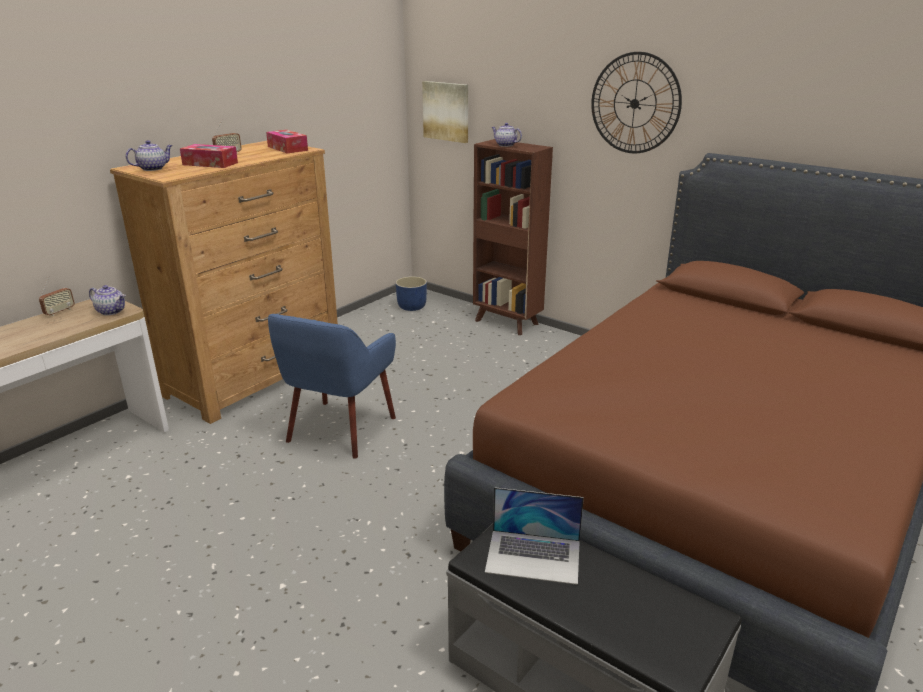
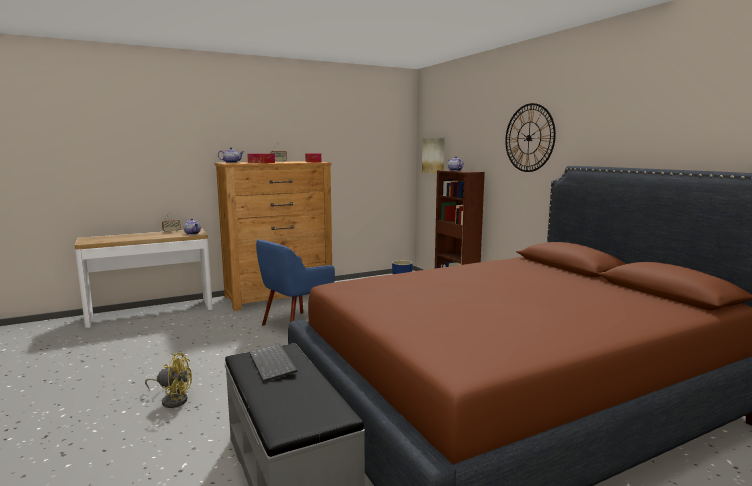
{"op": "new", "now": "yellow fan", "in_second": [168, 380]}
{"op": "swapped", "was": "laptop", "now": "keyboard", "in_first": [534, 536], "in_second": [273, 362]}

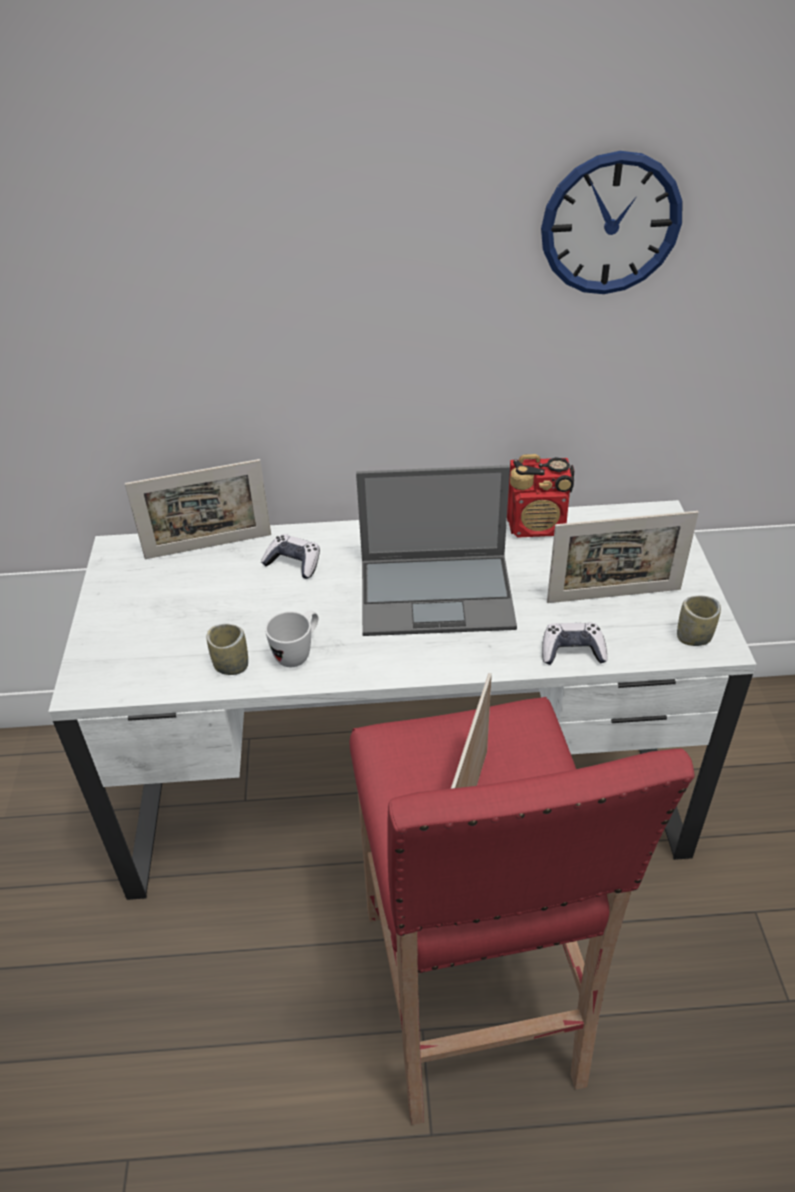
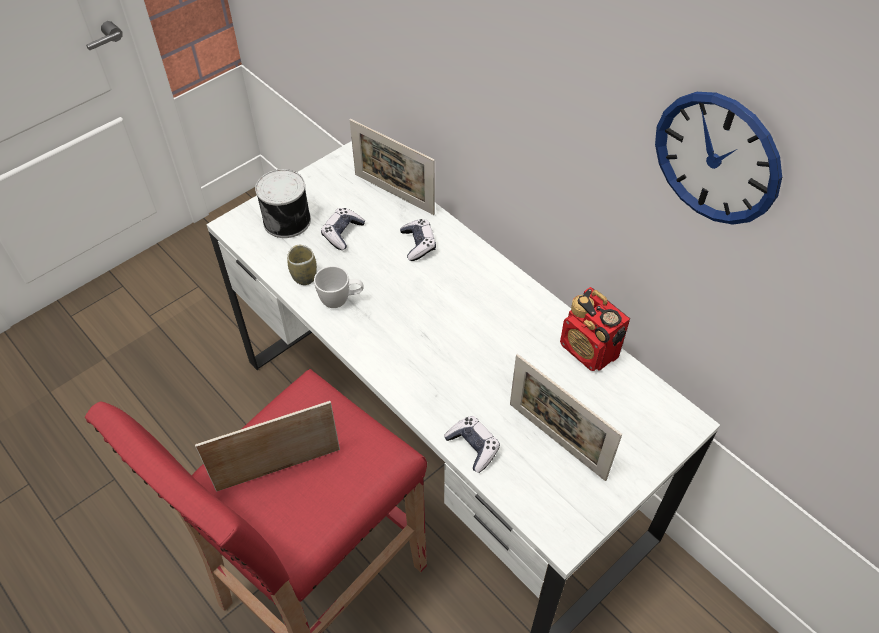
{"op": "gone", "was": "laptop", "in_first": [436, 550]}
{"op": "gone", "was": "cup", "in_first": [699, 621]}
{"op": "new", "now": "can", "in_second": [283, 203]}
{"op": "new", "now": "game controller", "in_second": [343, 229]}

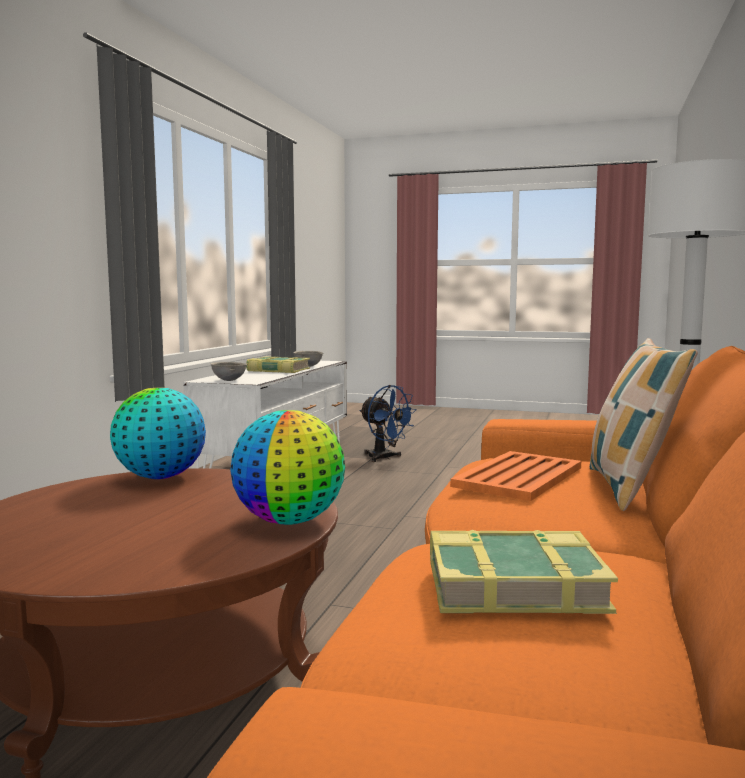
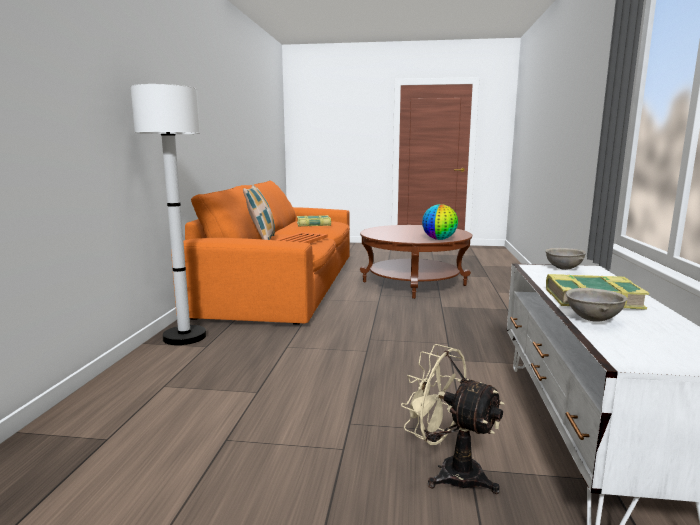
{"op": "gone", "was": "globe", "in_first": [287, 467]}
{"op": "repainted", "was": "blue fan", "now": "beige fan", "in_first": [388, 423], "in_second": [452, 419]}

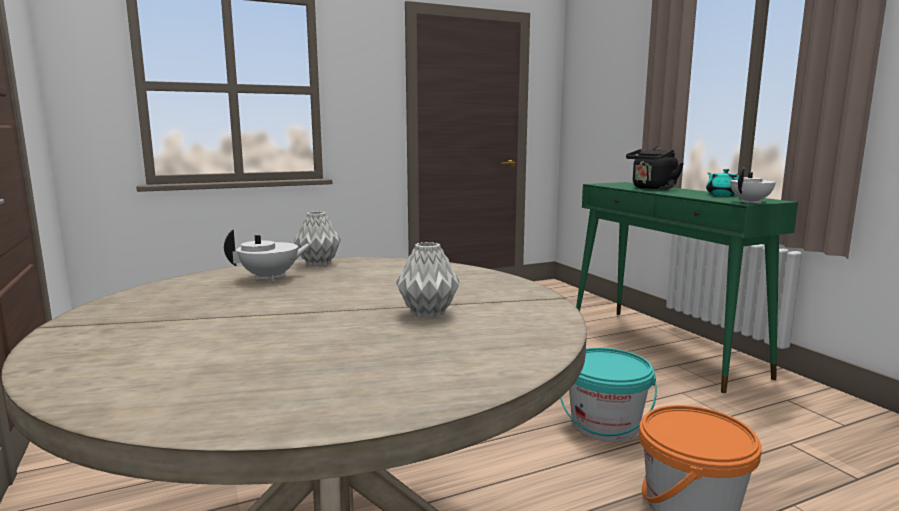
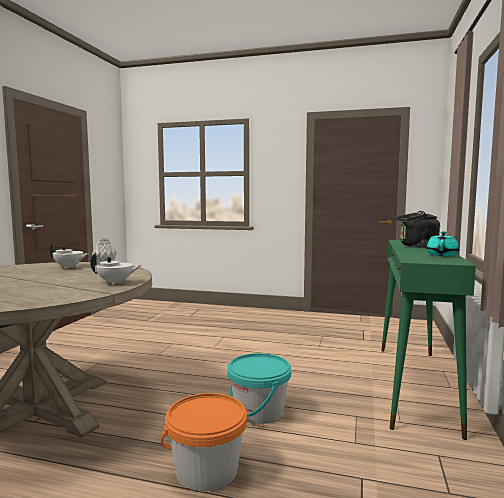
{"op": "gone", "was": "grey vase", "in_first": [427, 280]}
{"op": "shifted", "was": "white teapot", "in_first": [753, 186], "in_second": [116, 269]}

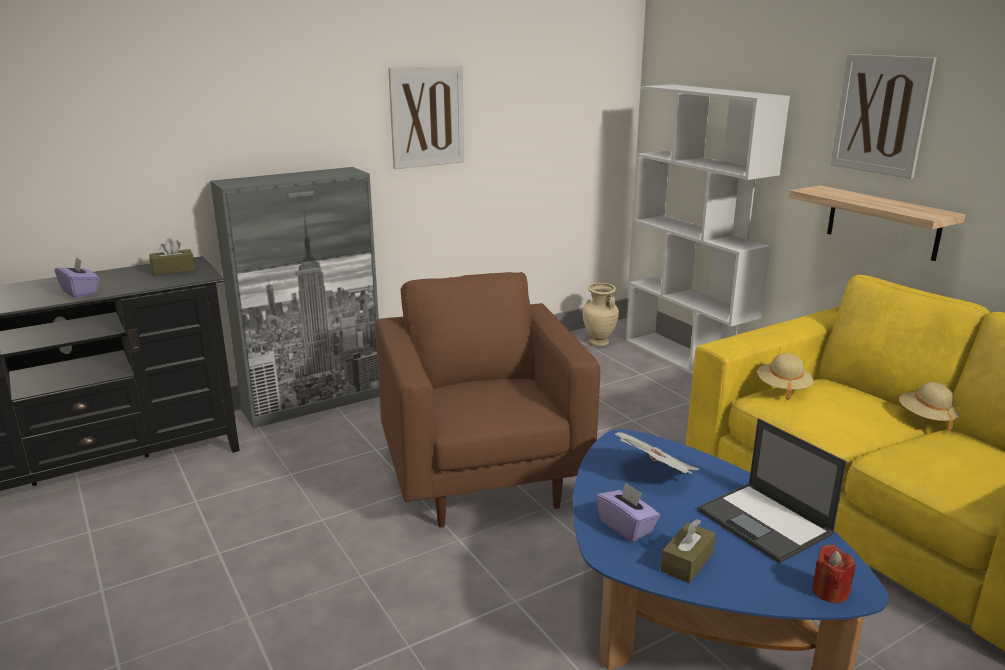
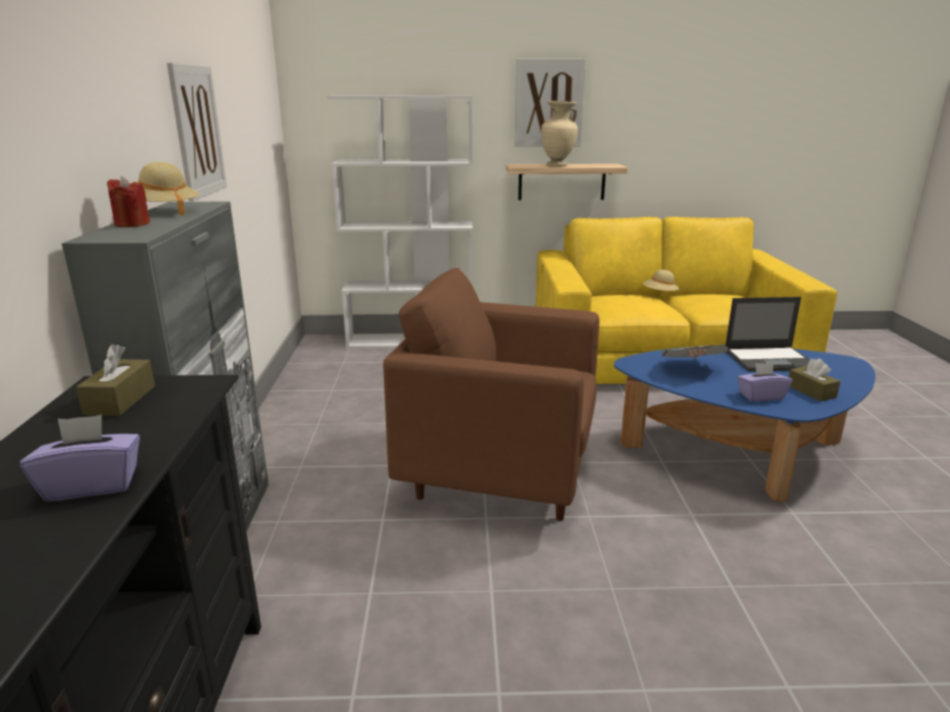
{"op": "shifted", "was": "beige vase", "in_first": [600, 314], "in_second": [559, 133]}
{"op": "shifted", "was": "beige hat", "in_first": [785, 376], "in_second": [169, 189]}
{"op": "shifted", "was": "red candle", "in_first": [833, 573], "in_second": [128, 201]}

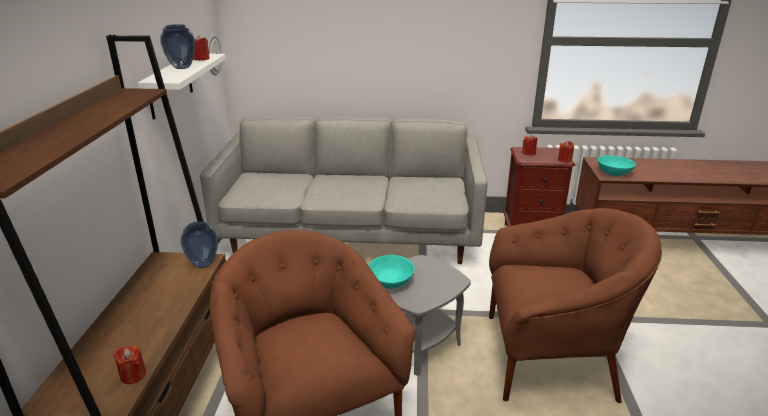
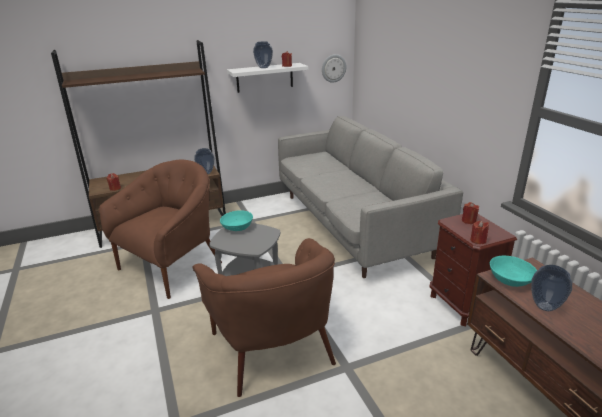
{"op": "new", "now": "vase", "in_second": [551, 288]}

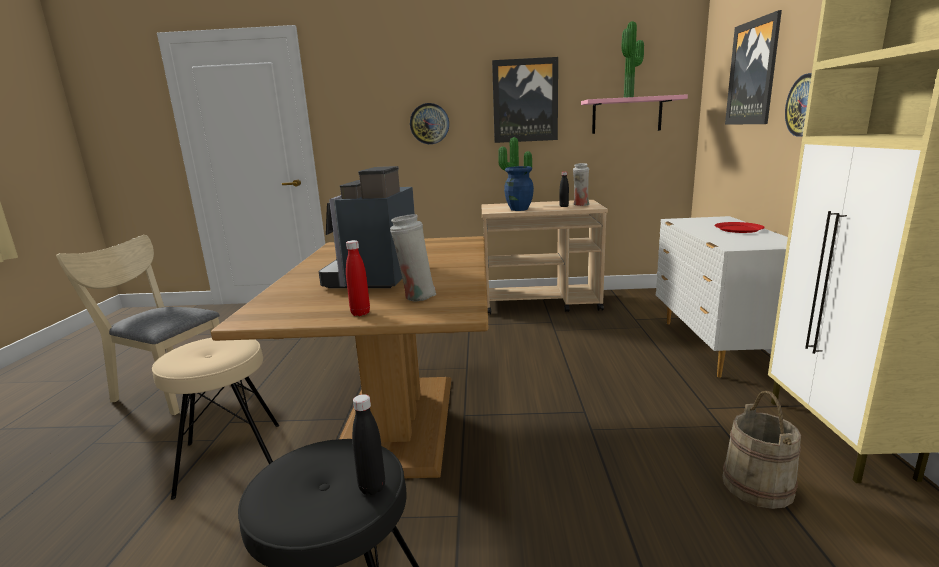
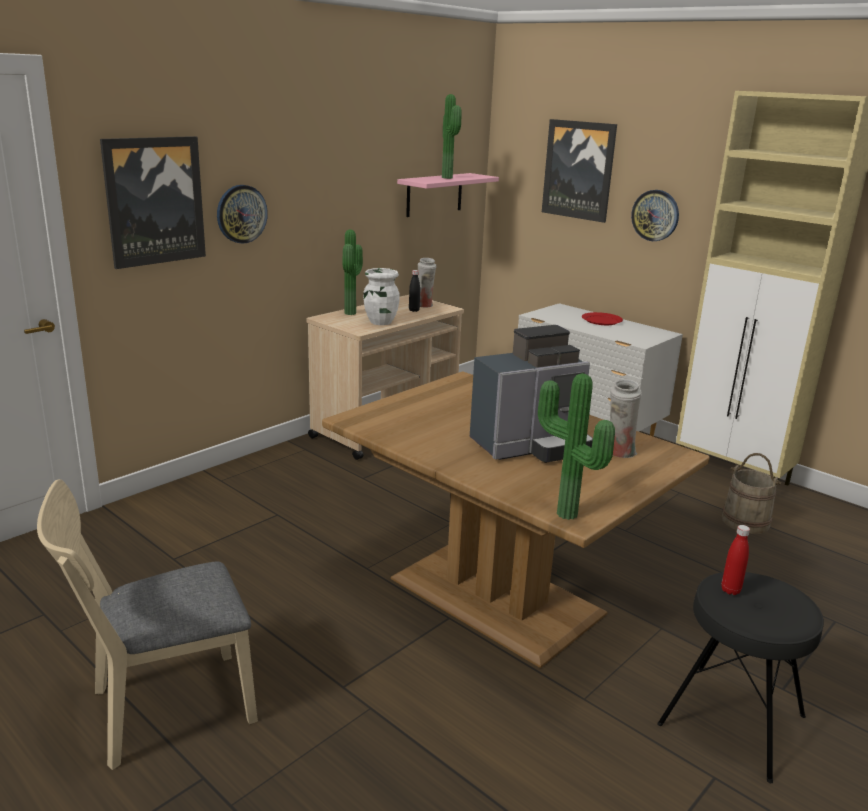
{"op": "gone", "was": "beige stool", "in_first": [215, 419]}
{"op": "gone", "was": "black bottle", "in_first": [368, 444]}
{"op": "new", "now": "potted plant", "in_second": [576, 446]}
{"op": "shifted", "was": "red bottle", "in_first": [358, 278], "in_second": [735, 560]}
{"op": "shifted", "was": "picture", "in_first": [525, 100], "in_second": [153, 202]}
{"op": "repainted", "was": "blue vase", "now": "white vase", "in_first": [519, 188], "in_second": [381, 296]}
{"op": "rotated", "was": "coffee machine", "in_first": [367, 227], "in_second": [531, 394], "clockwise": -75}

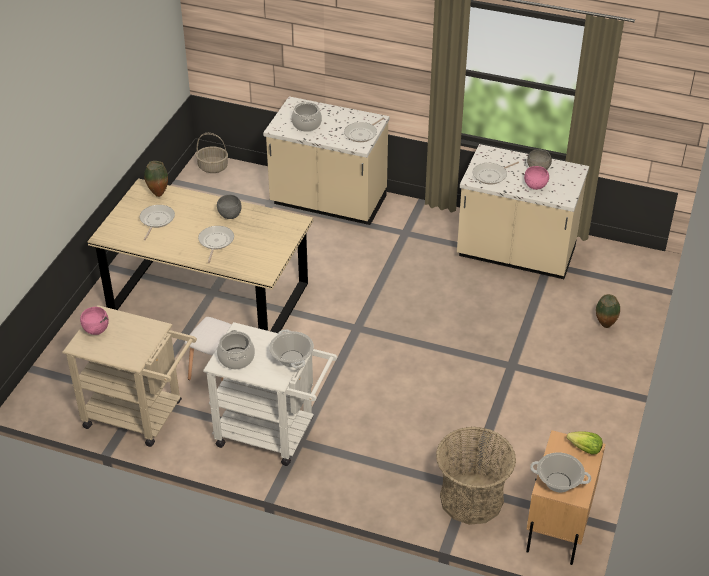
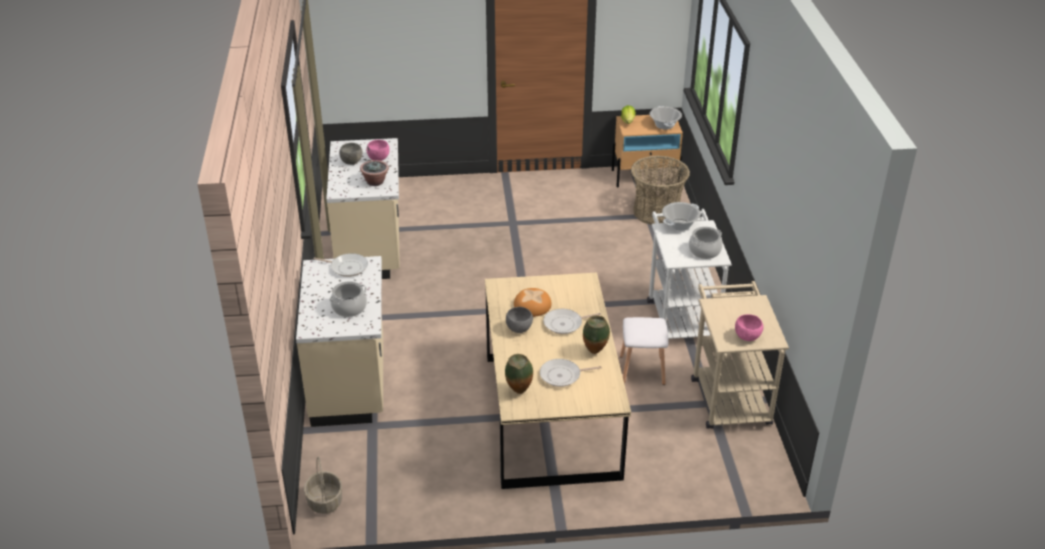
{"op": "new", "now": "bread", "in_second": [533, 302]}
{"op": "shifted", "was": "vase", "in_first": [608, 311], "in_second": [596, 334]}
{"op": "swapped", "was": "frying pan", "now": "potted plant", "in_first": [496, 173], "in_second": [374, 173]}

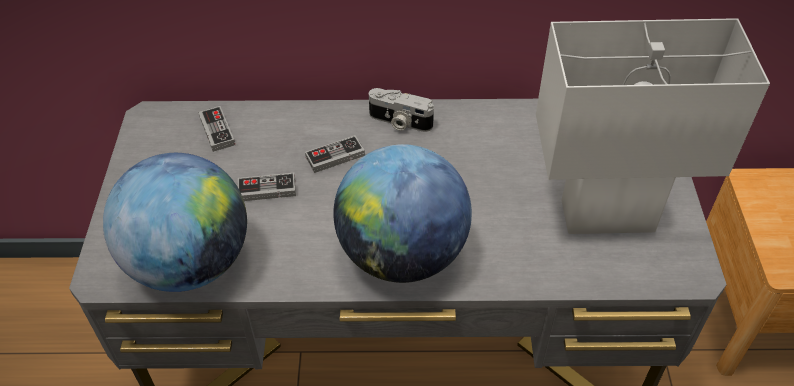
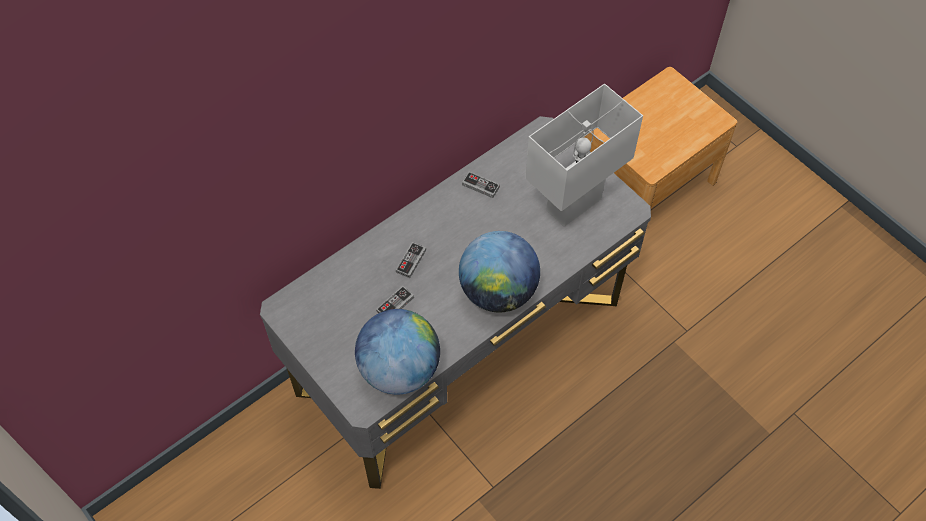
{"op": "gone", "was": "photo camera", "in_first": [401, 110]}
{"op": "shifted", "was": "game controller", "in_first": [216, 129], "in_second": [481, 185]}

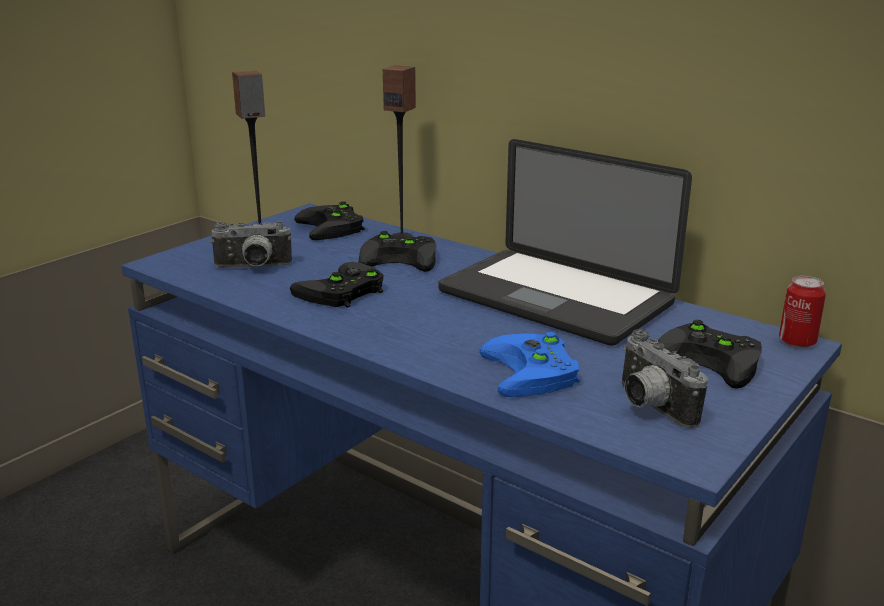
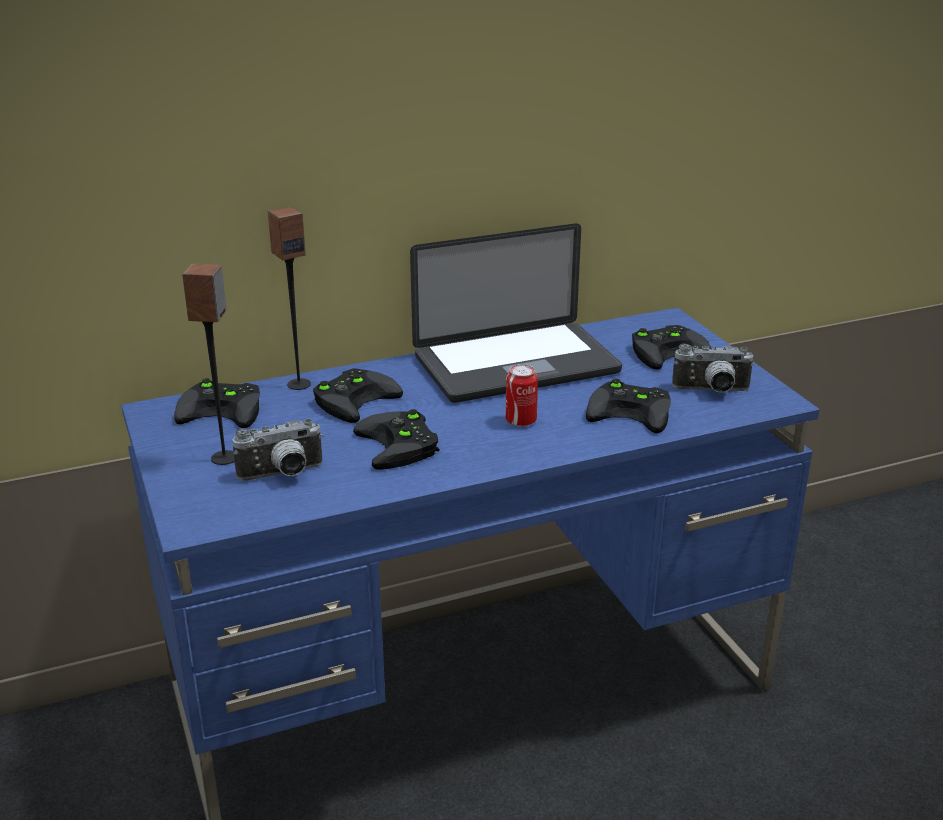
{"op": "shifted", "was": "can", "in_first": [802, 312], "in_second": [521, 395]}
{"op": "repainted", "was": "blue game controller", "now": "black game controller", "in_first": [529, 364], "in_second": [628, 405]}
{"op": "rotated", "was": "photo camera", "in_first": [251, 245], "in_second": [277, 450], "clockwise": 45}

